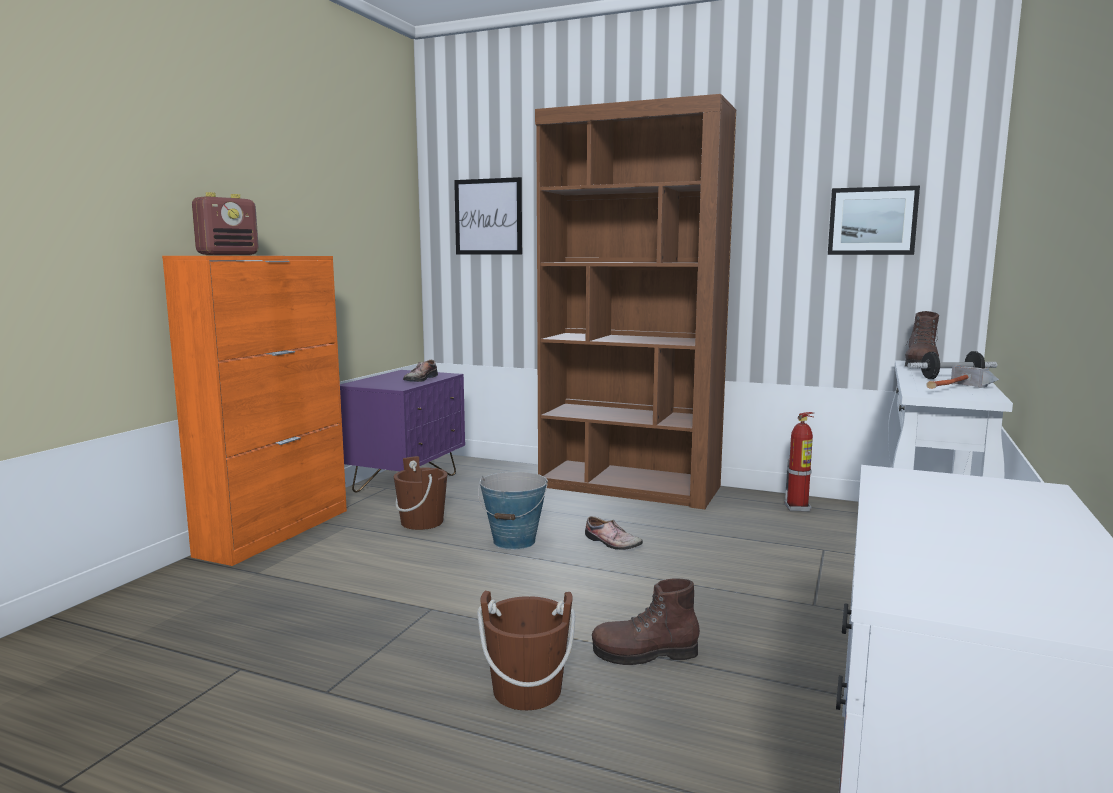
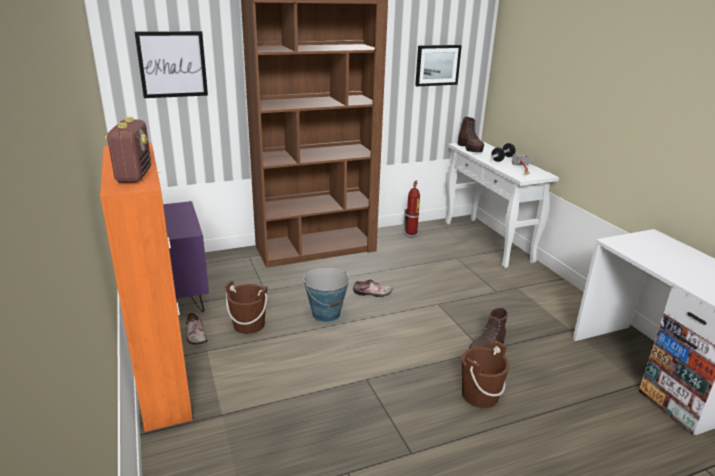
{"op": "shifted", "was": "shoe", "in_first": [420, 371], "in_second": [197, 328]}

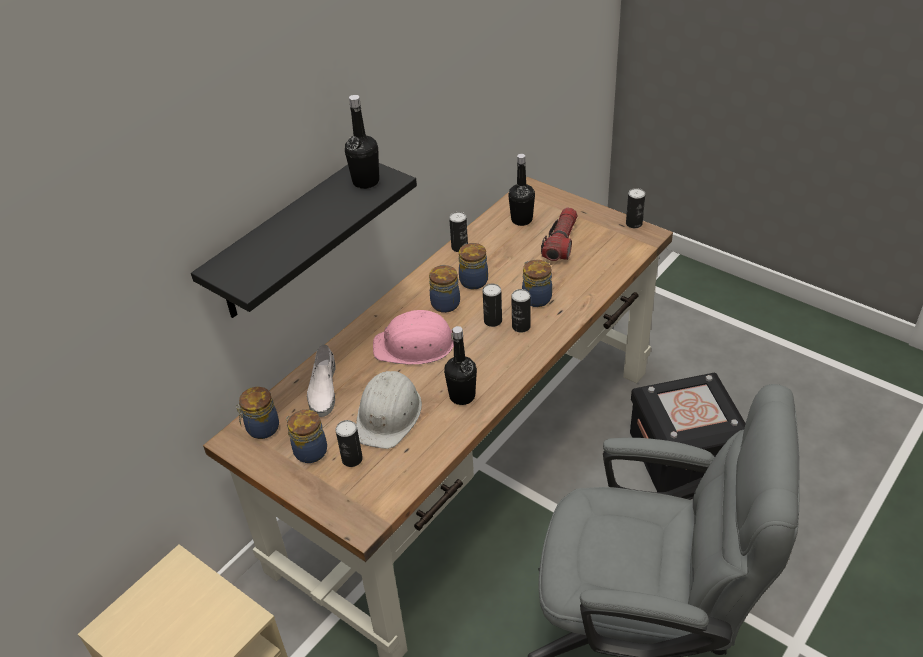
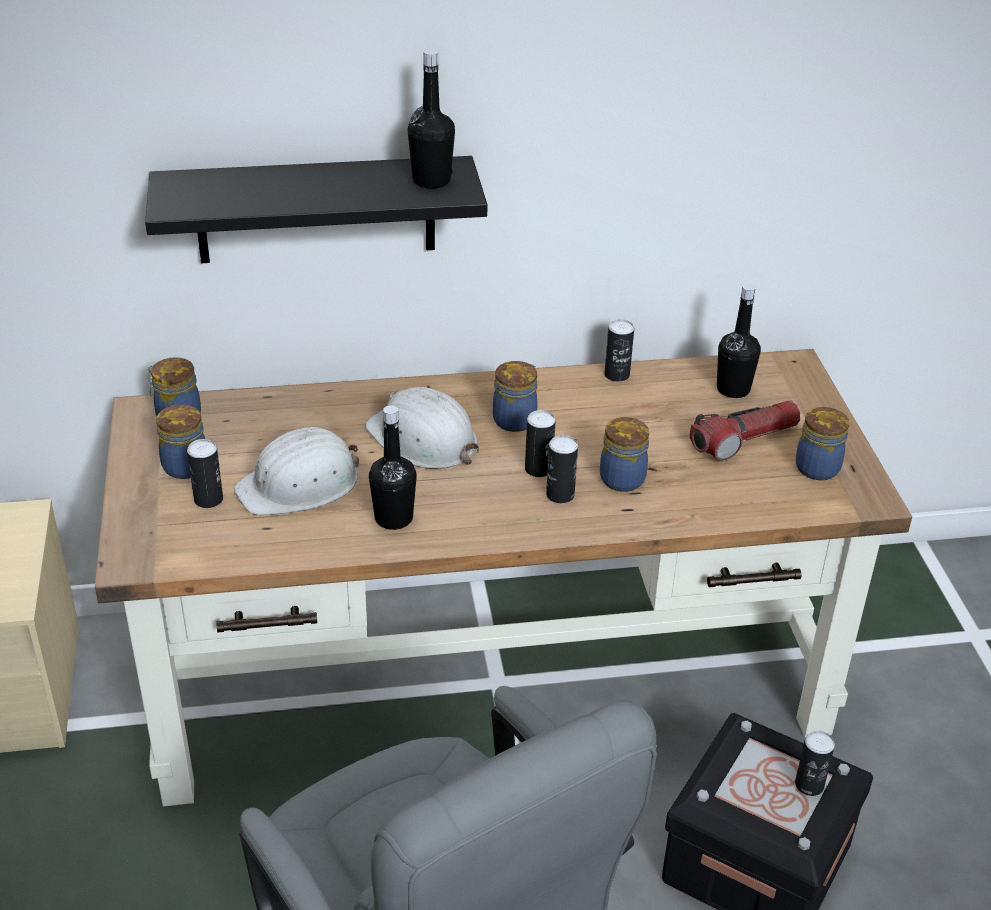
{"op": "gone", "was": "white shoe", "in_first": [321, 381]}
{"op": "shifted", "was": "jar", "in_first": [473, 266], "in_second": [822, 443]}
{"op": "shifted", "was": "can", "in_first": [635, 208], "in_second": [815, 763]}
{"op": "repainted", "was": "pink hard hat", "now": "white hard hat", "in_first": [413, 337], "in_second": [422, 428]}

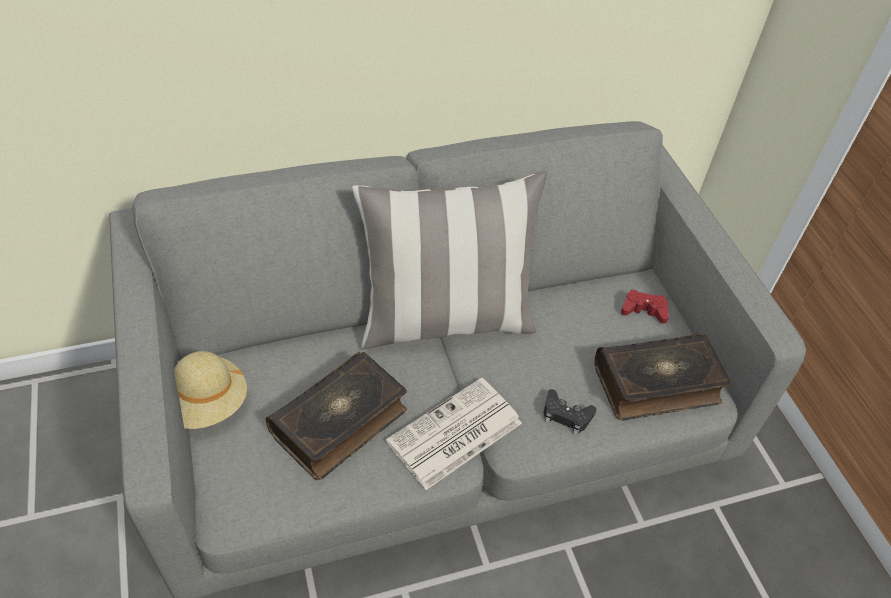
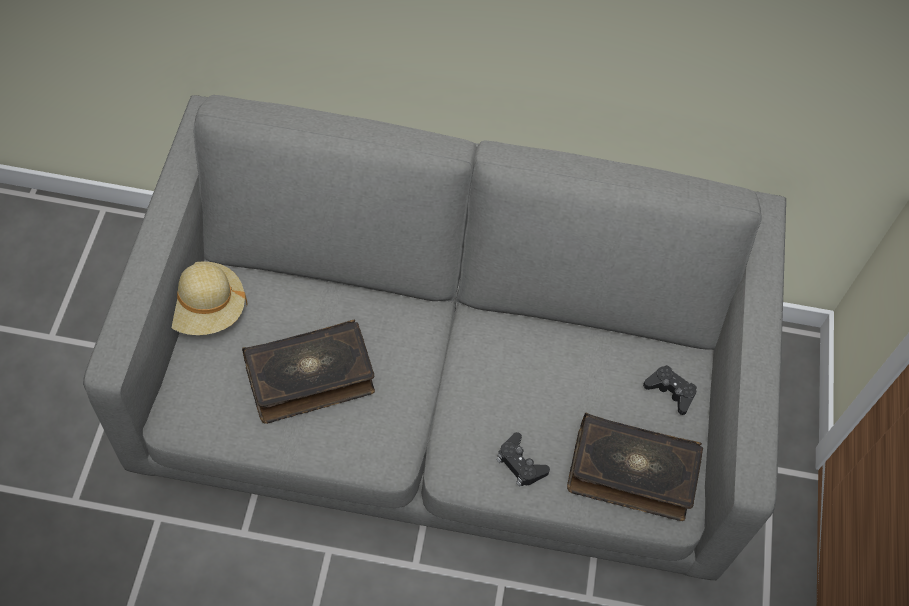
{"op": "gone", "was": "pillow", "in_first": [449, 260]}
{"op": "gone", "was": "newspaper", "in_first": [454, 434]}
{"op": "repainted", "was": "red game controller", "now": "black game controller", "in_first": [645, 307], "in_second": [670, 390]}

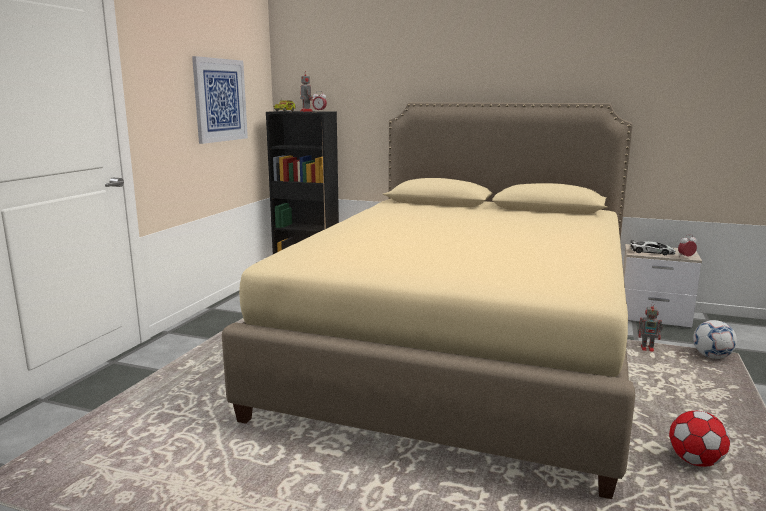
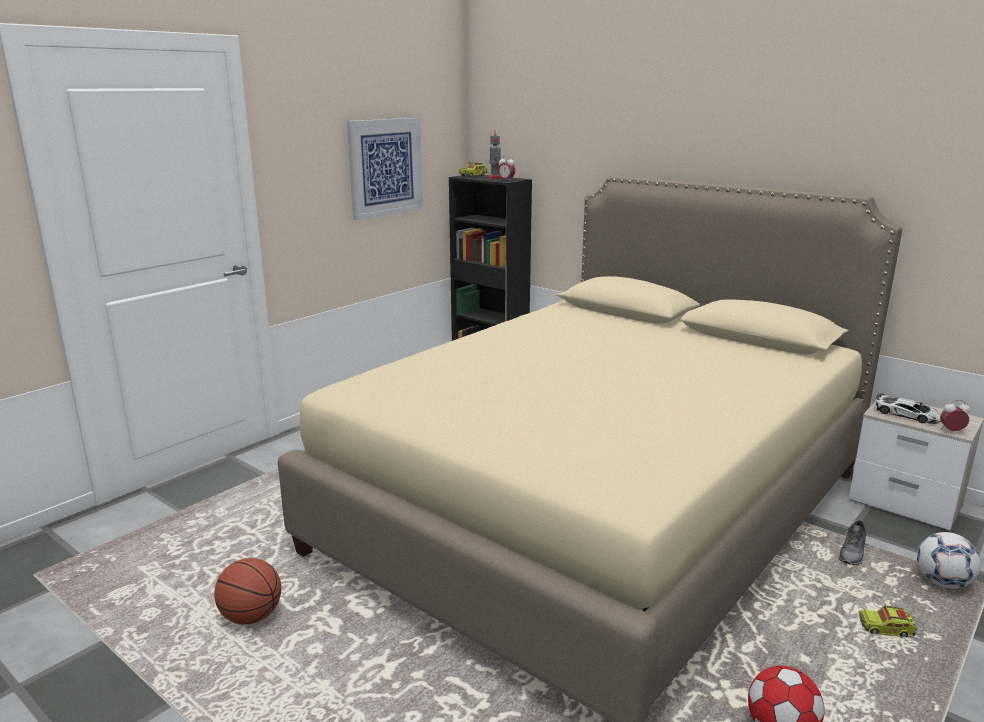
{"op": "new", "now": "basketball", "in_second": [247, 591]}
{"op": "new", "now": "toy truck", "in_second": [888, 621]}
{"op": "swapped", "was": "toy robot", "now": "grey shoe", "in_first": [651, 327], "in_second": [852, 543]}

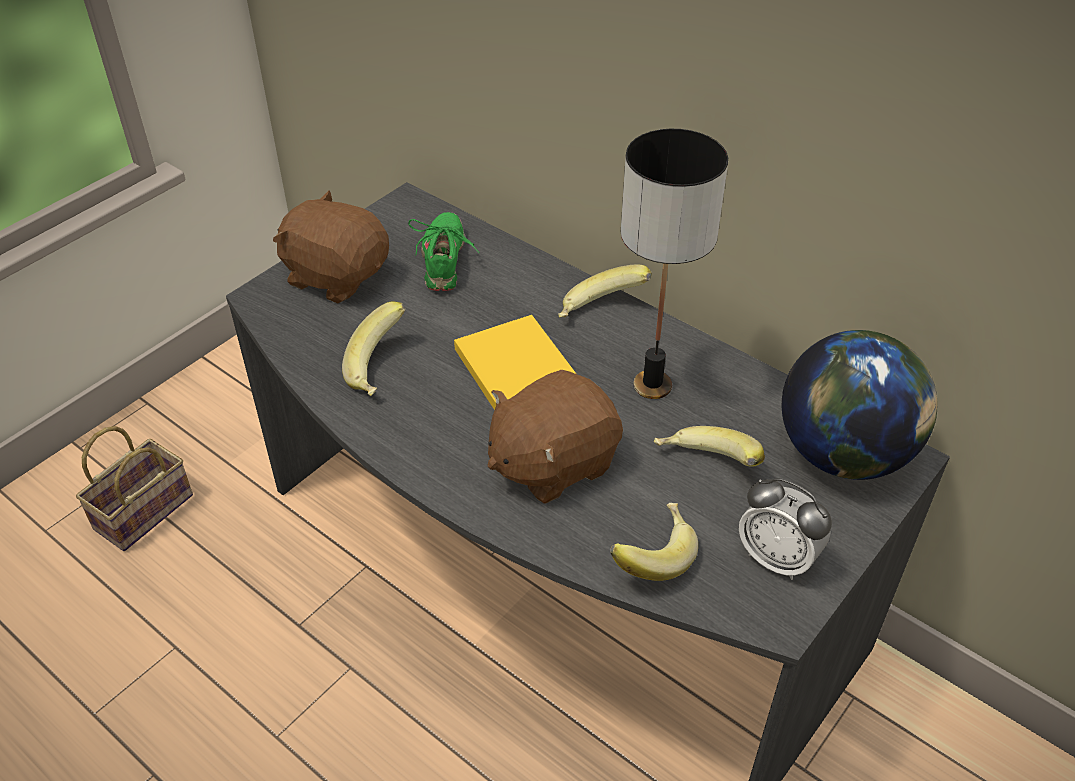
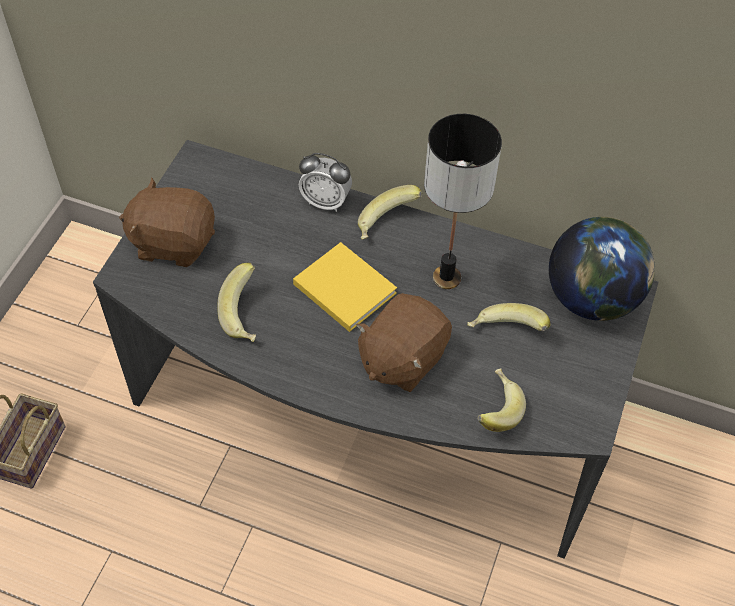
{"op": "gone", "was": "green shoe", "in_first": [443, 251]}
{"op": "shifted", "was": "alarm clock", "in_first": [785, 529], "in_second": [325, 182]}

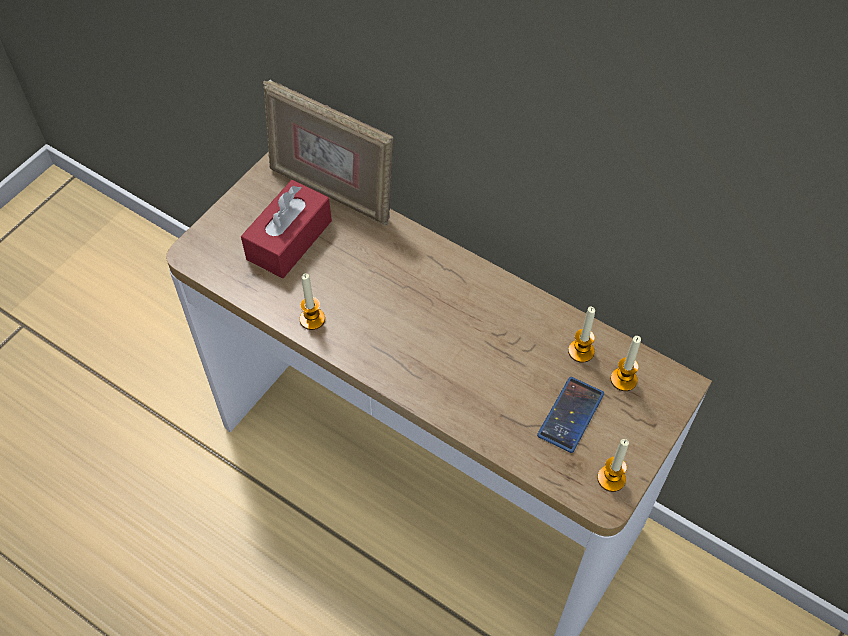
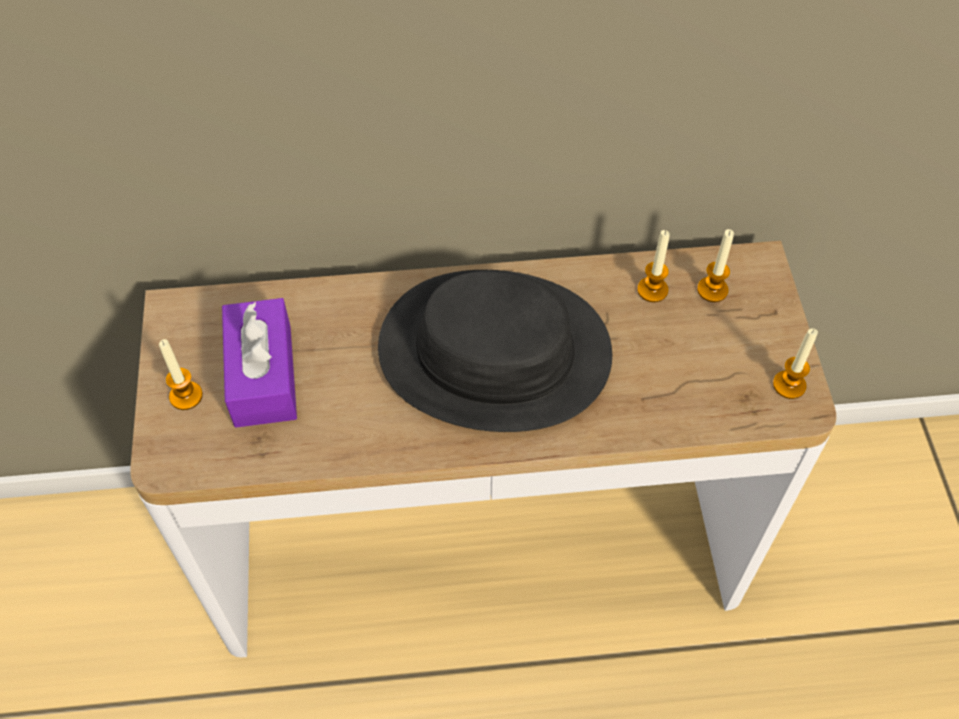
{"op": "gone", "was": "picture frame", "in_first": [328, 152]}
{"op": "gone", "was": "phone", "in_first": [570, 415]}
{"op": "new", "now": "black hat", "in_second": [495, 351]}
{"op": "shifted", "was": "candle", "in_first": [312, 301], "in_second": [181, 374]}
{"op": "repainted", "was": "red tissue box", "now": "purple tissue box", "in_first": [286, 229], "in_second": [259, 363]}

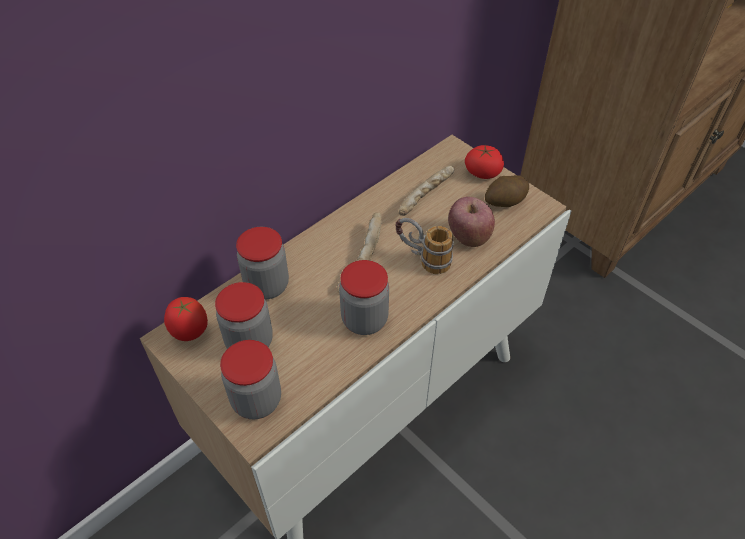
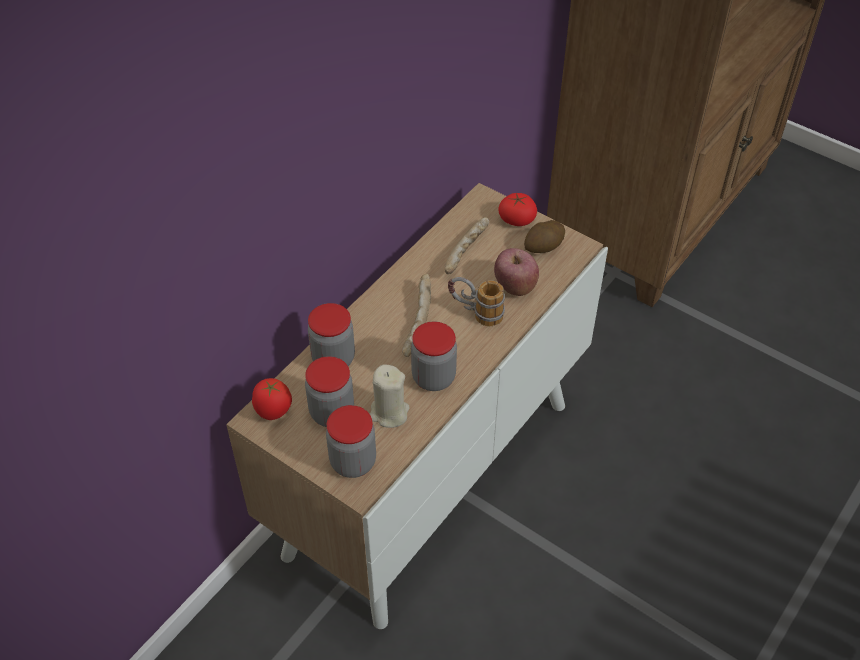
{"op": "new", "now": "beige candle", "in_second": [389, 396]}

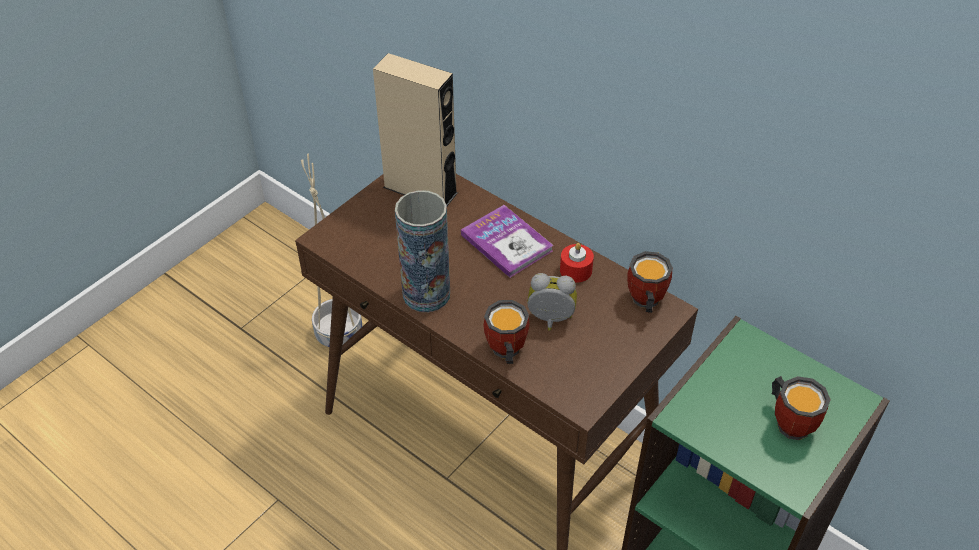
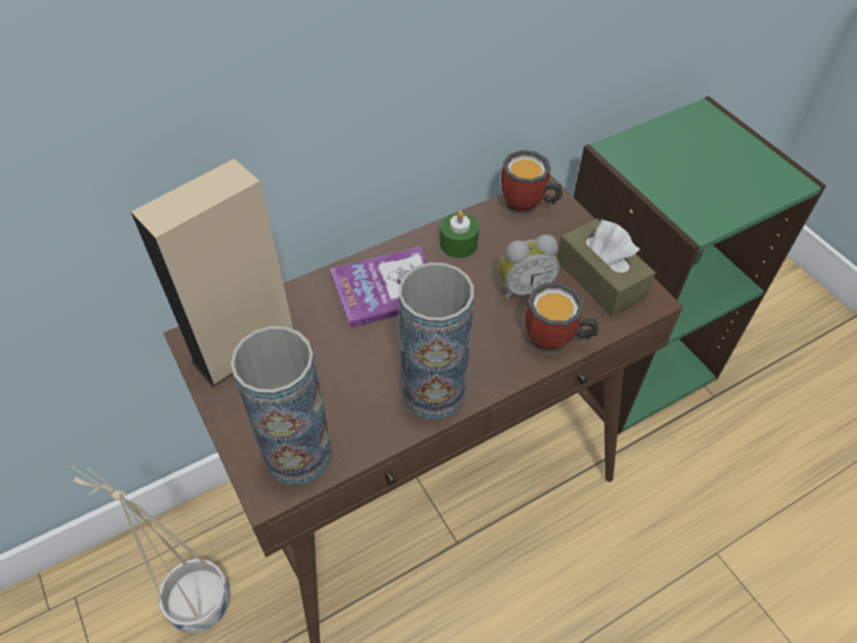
{"op": "gone", "was": "mug", "in_first": [801, 408]}
{"op": "new", "now": "vase", "in_second": [281, 405]}
{"op": "new", "now": "brown tissue box", "in_second": [606, 267]}
{"op": "repainted", "was": "red candle", "now": "green candle", "in_first": [577, 263], "in_second": [459, 234]}
{"op": "rotated", "was": "alarm clock", "in_first": [552, 302], "in_second": [529, 267], "clockwise": -135}

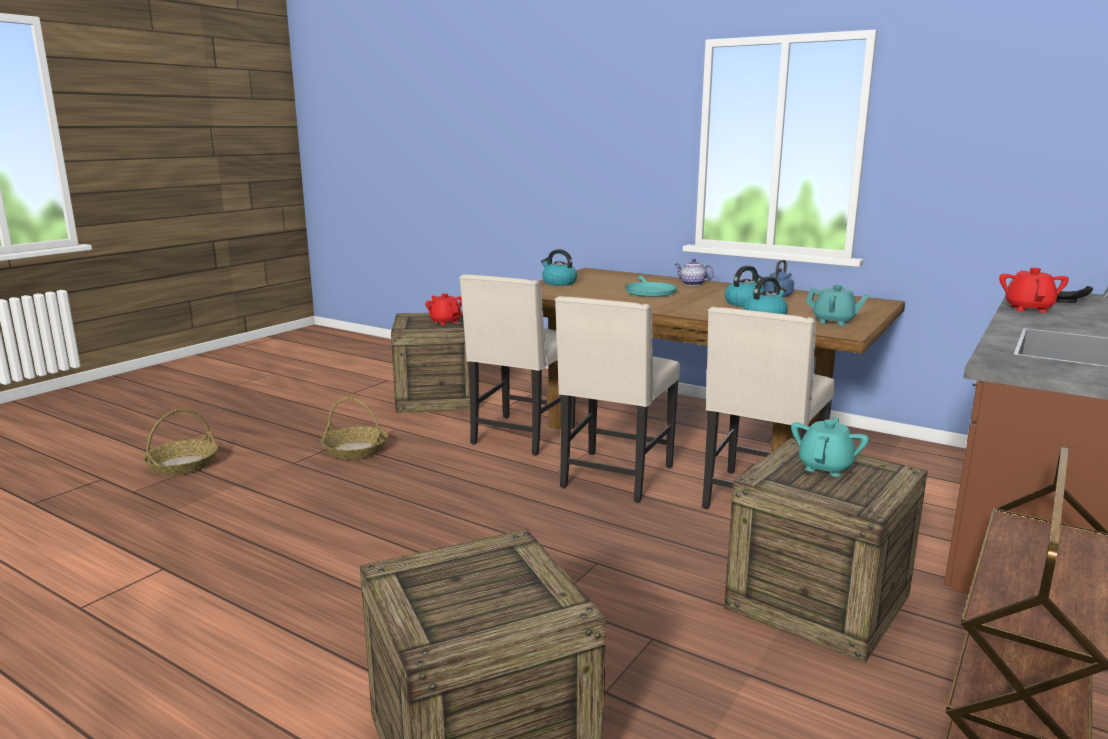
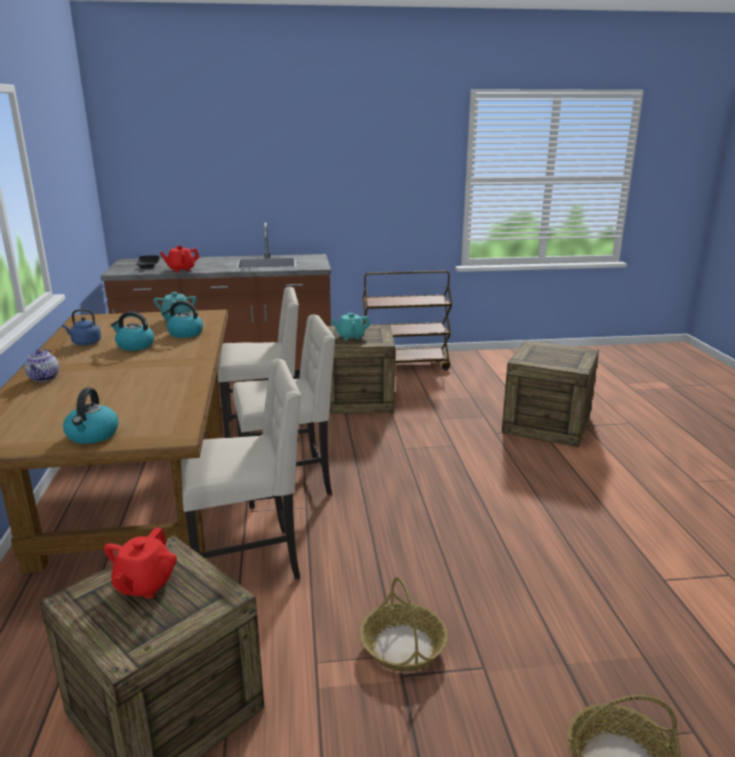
{"op": "gone", "was": "turquoise frying pan", "in_first": [651, 286]}

